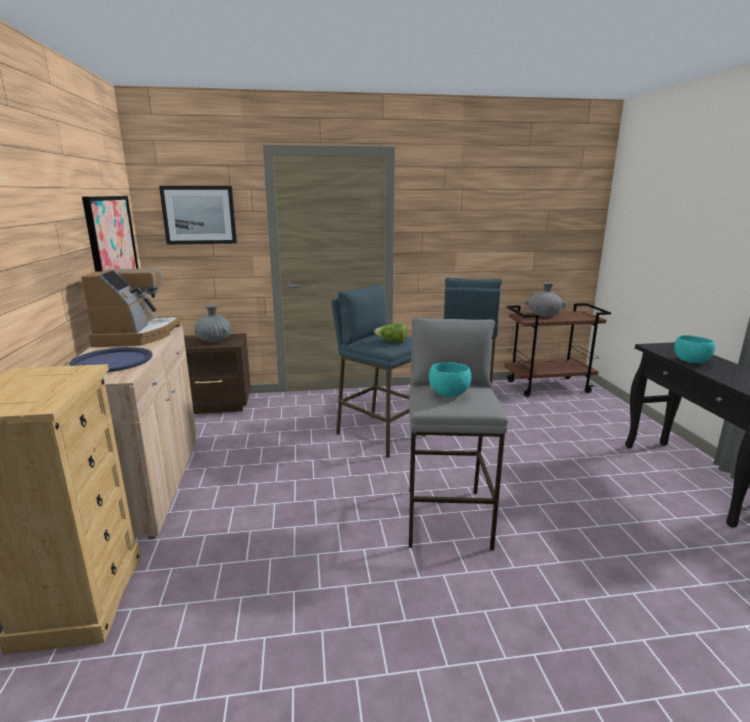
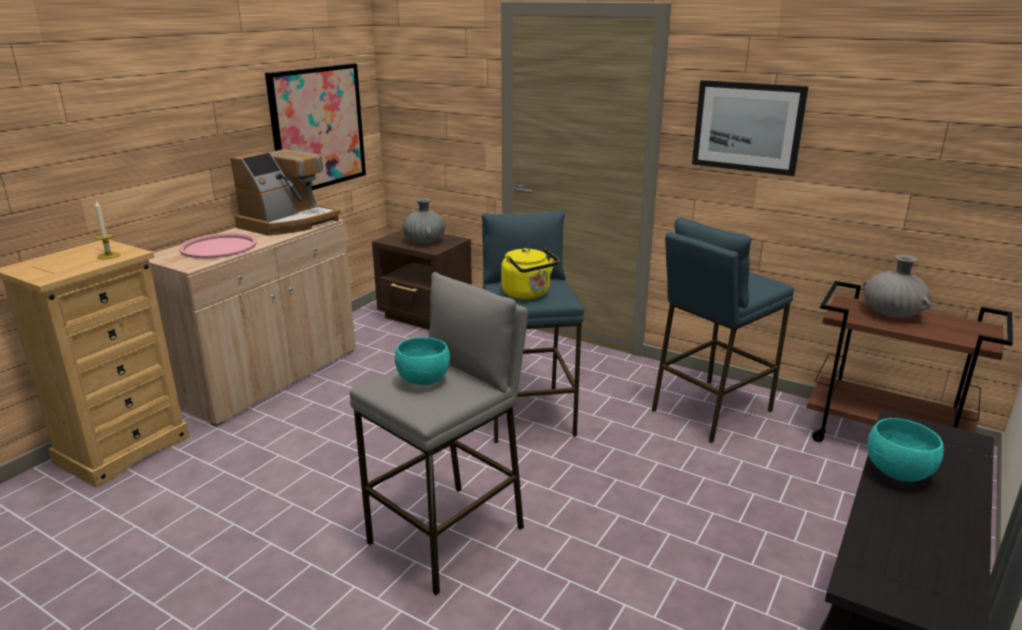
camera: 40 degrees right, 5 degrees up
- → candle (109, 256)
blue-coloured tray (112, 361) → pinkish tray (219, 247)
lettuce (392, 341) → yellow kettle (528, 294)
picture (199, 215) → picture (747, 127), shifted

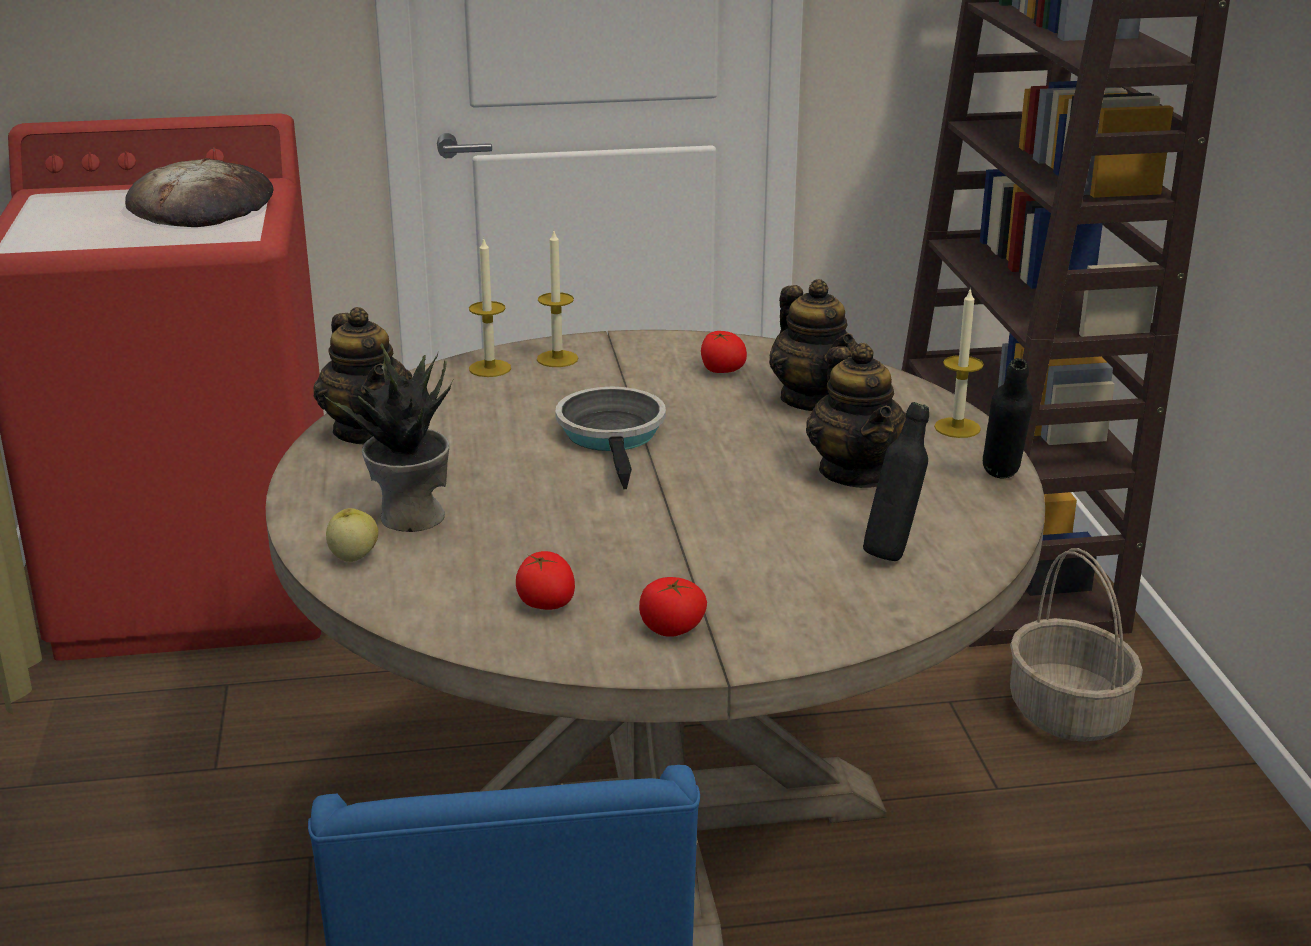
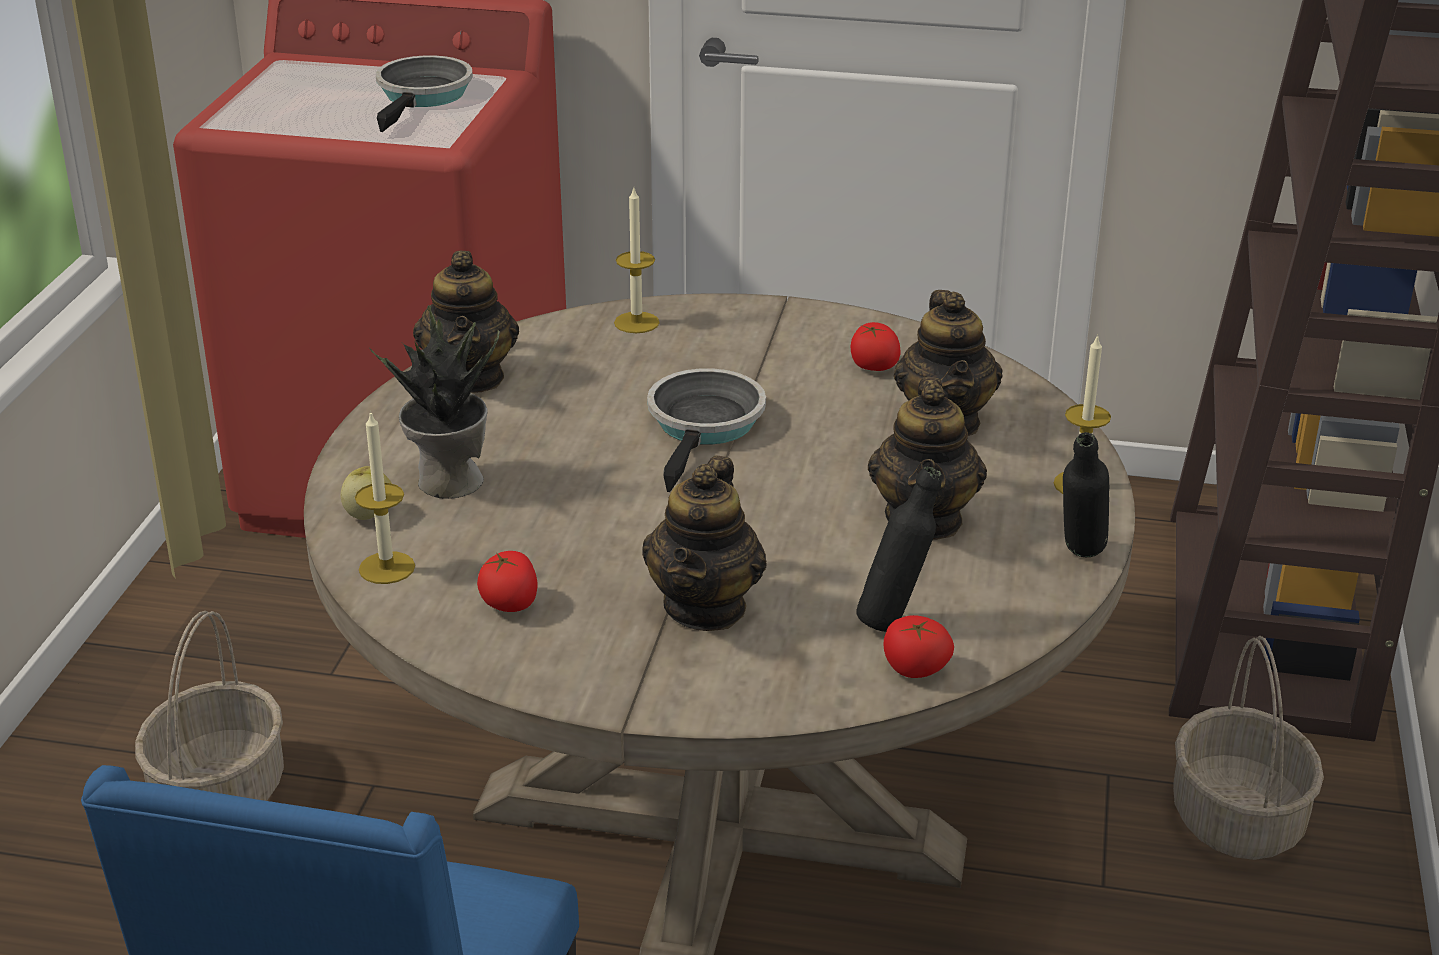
camera: 20 degrees right, 5 degrees up
- → basket (218, 791)
candle (557, 359) → candle (387, 568), shifted
baked bread (202, 206) → pan (423, 96)
- → pot for tea (706, 607)
fresh tomato (672, 629) → fresh tomato (915, 669), shifted

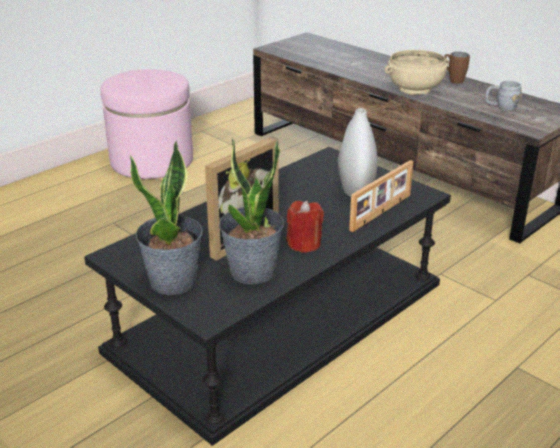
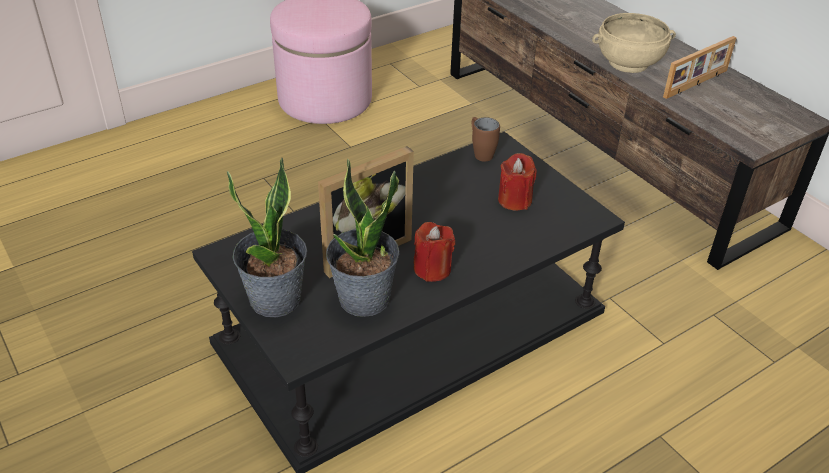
camera: 10 degrees right, 10 degrees up
brownish coffee mug (453, 80) → brownish coffee mug (480, 152), shifted
whitish vase (355, 190) → reddish candle (514, 200)
standing frame (382, 213) → standing frame (696, 84), shifted
grey coffee mug (501, 107) → -

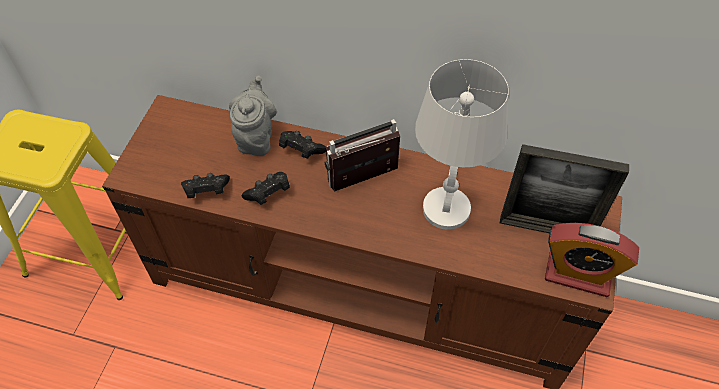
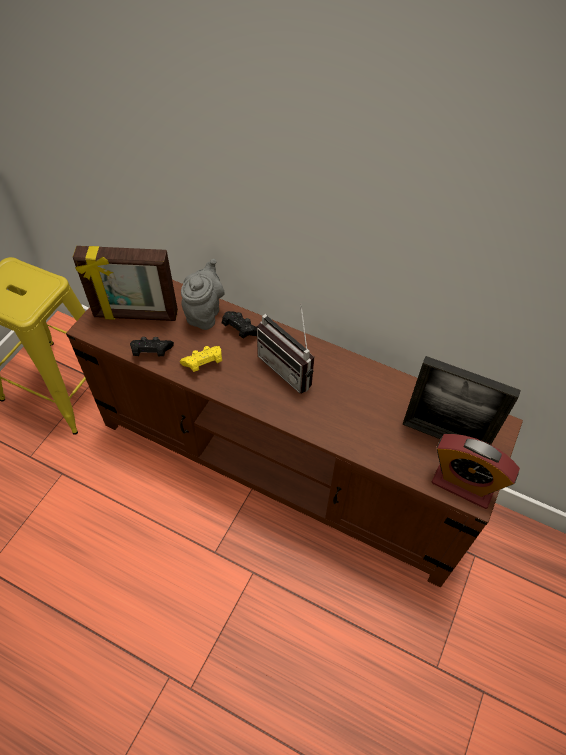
camera: 10 degrees right, 0 degrees up
- → standing frame (135, 315)
black gamepad (268, 194) → yellow gamepad (203, 363)
radio set (365, 182) → radio set (290, 367), 120 degrees counterclockwise
whitish table lamp (446, 209) → -

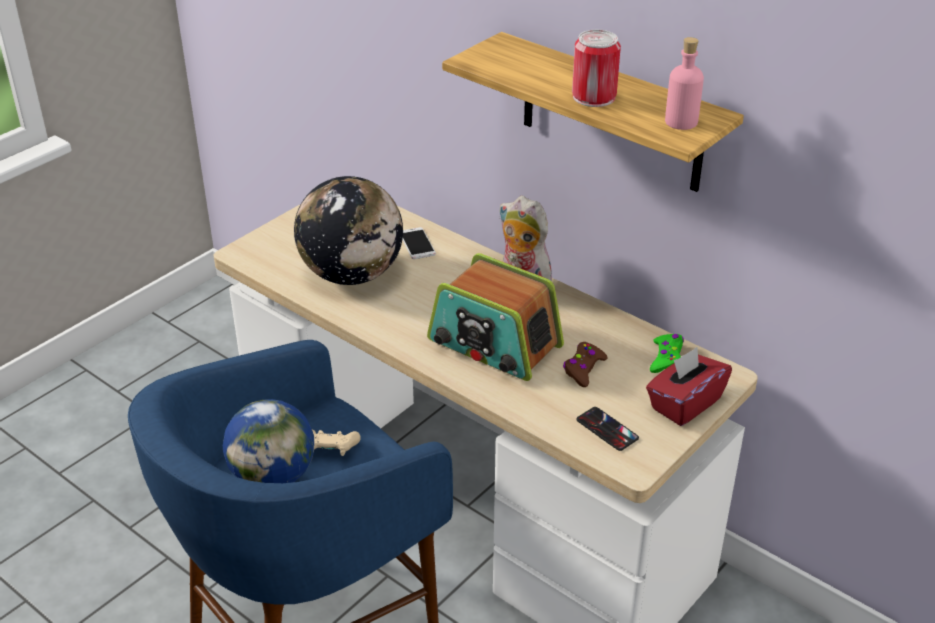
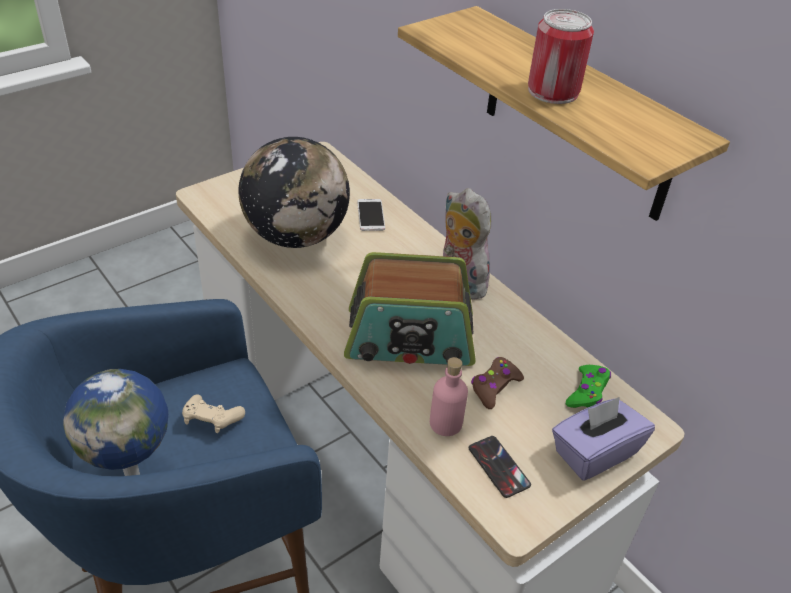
camera: 10 degrees right, 5 degrees up
radio set (494, 344) → radio set (410, 339), 45 degrees counterclockwise
pinkish beverage bottle (681, 122) → pinkish beverage bottle (445, 423), shifted
reddish tissue holder (685, 404) → purplish tissue holder (594, 452)

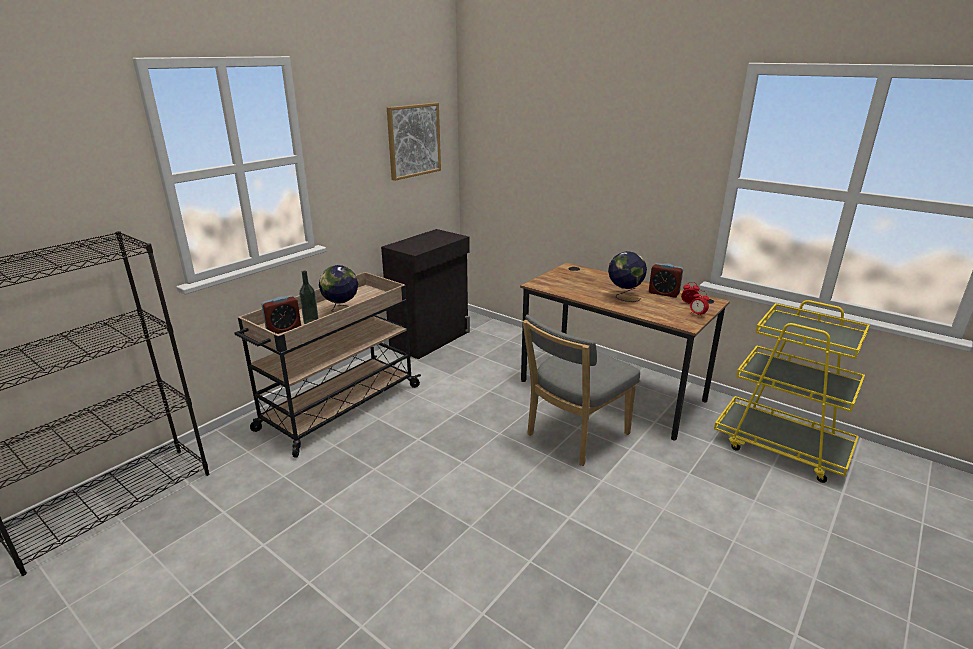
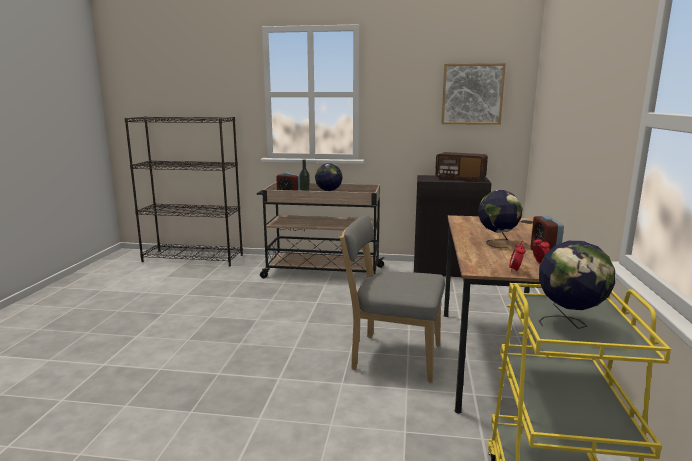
camera: 60 degrees right, 10 degrees down
- → radio set (460, 179)
- → world globe (569, 324)

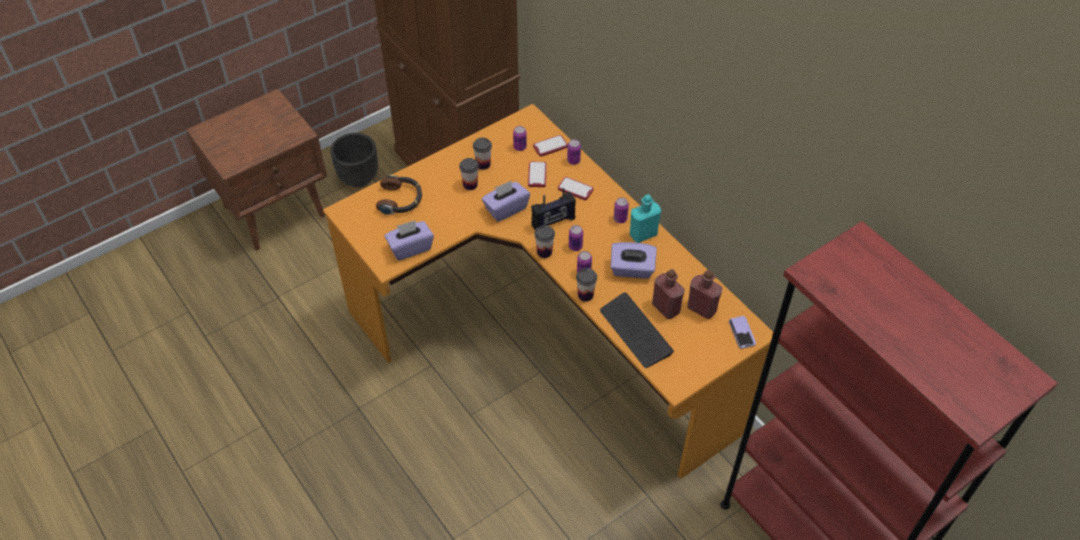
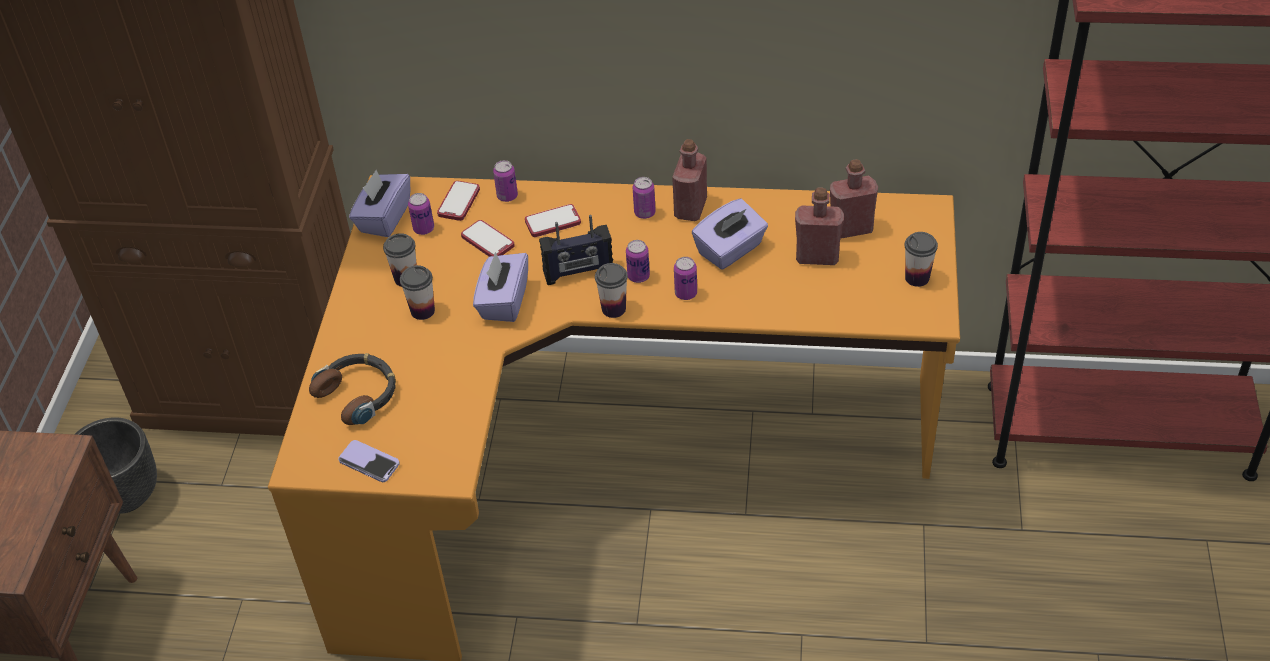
camera: 45 degrees left, 5 degrees down
phone (742, 333) → phone (369, 462), shifted
purplish tissue holder (410, 248) → purplish tissue holder (384, 218), shifted
radio set (553, 222) → radio set (578, 272), 60 degrees clockwise
turquoise beverage bottle (643, 234) → reddish beverage bottle (690, 208)
small cup (585, 295) → small cup (917, 278), shifted
computer keyboard (635, 331) → -

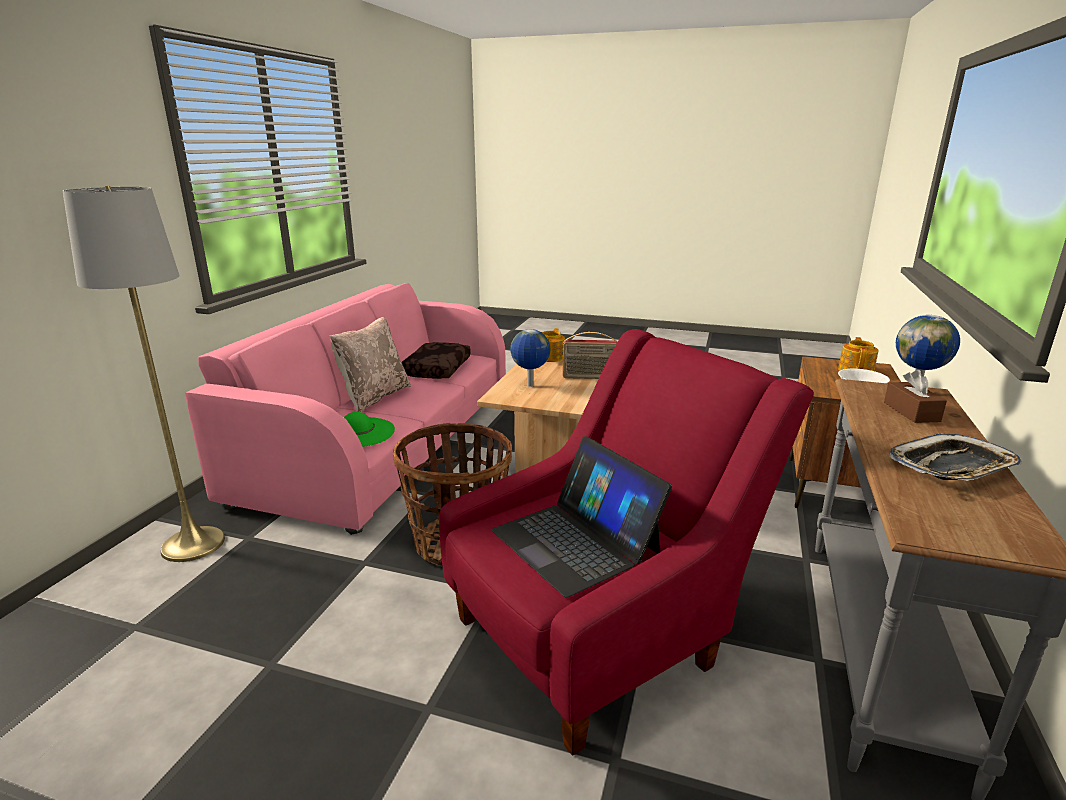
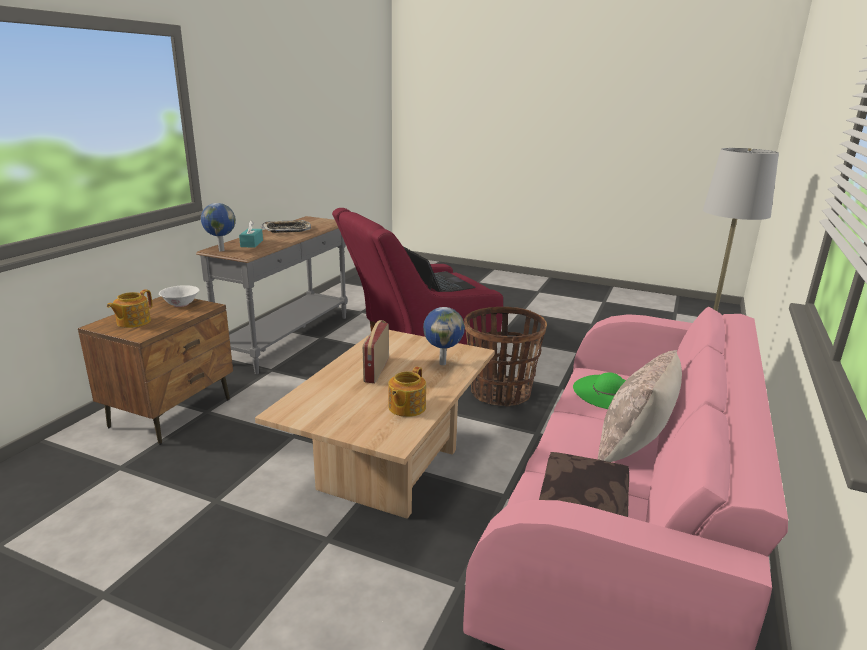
camera: 175 degrees left, 0 degrees up
brownish tissue holder (911, 412) → turquoise tissue holder (251, 243)
radio set (589, 377) → radio set (375, 370), 90 degrees counterclockwise

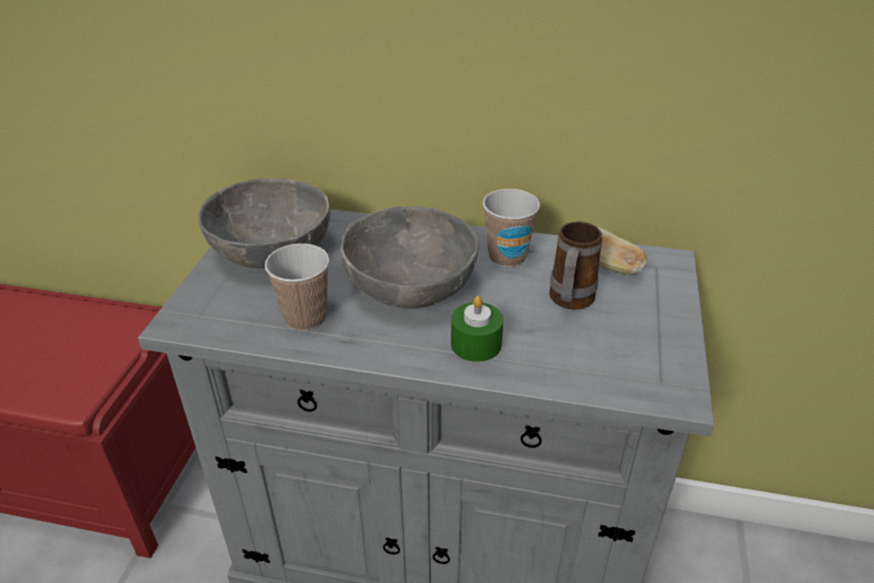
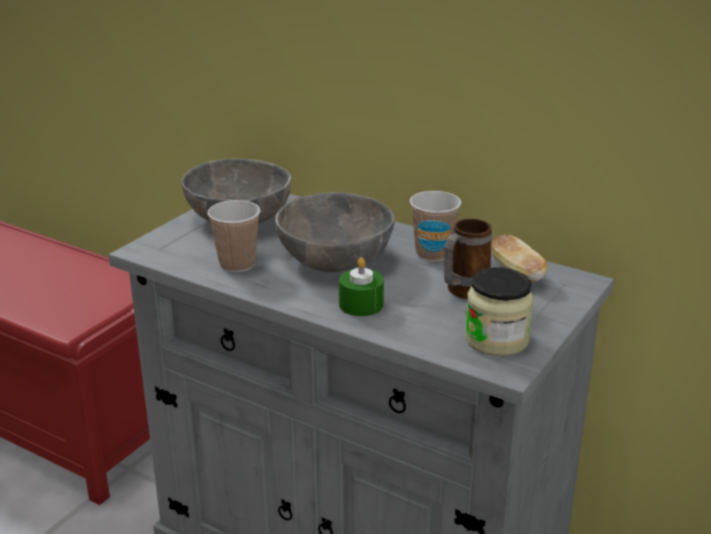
camera: 20 degrees right, 10 degrees down
- → jar (496, 339)

